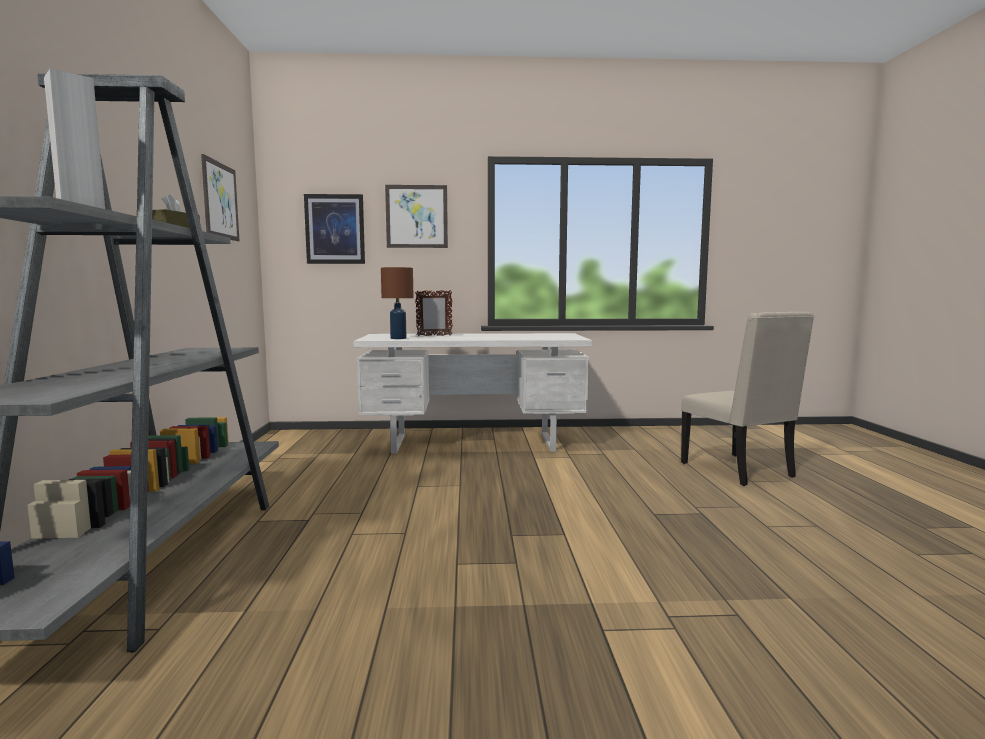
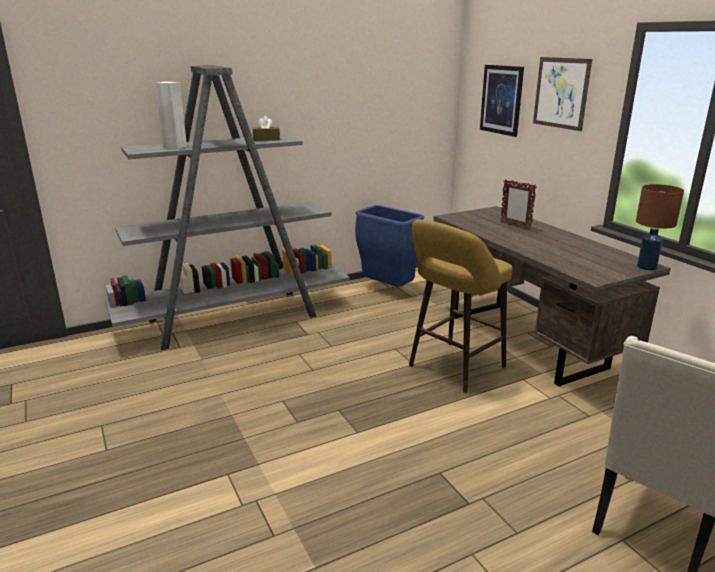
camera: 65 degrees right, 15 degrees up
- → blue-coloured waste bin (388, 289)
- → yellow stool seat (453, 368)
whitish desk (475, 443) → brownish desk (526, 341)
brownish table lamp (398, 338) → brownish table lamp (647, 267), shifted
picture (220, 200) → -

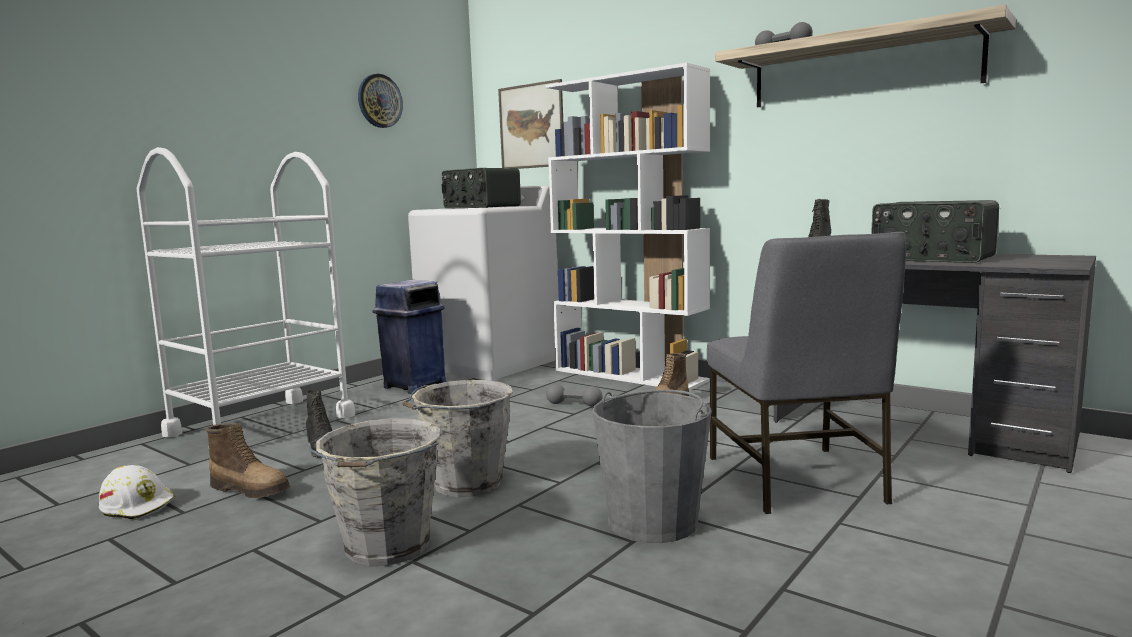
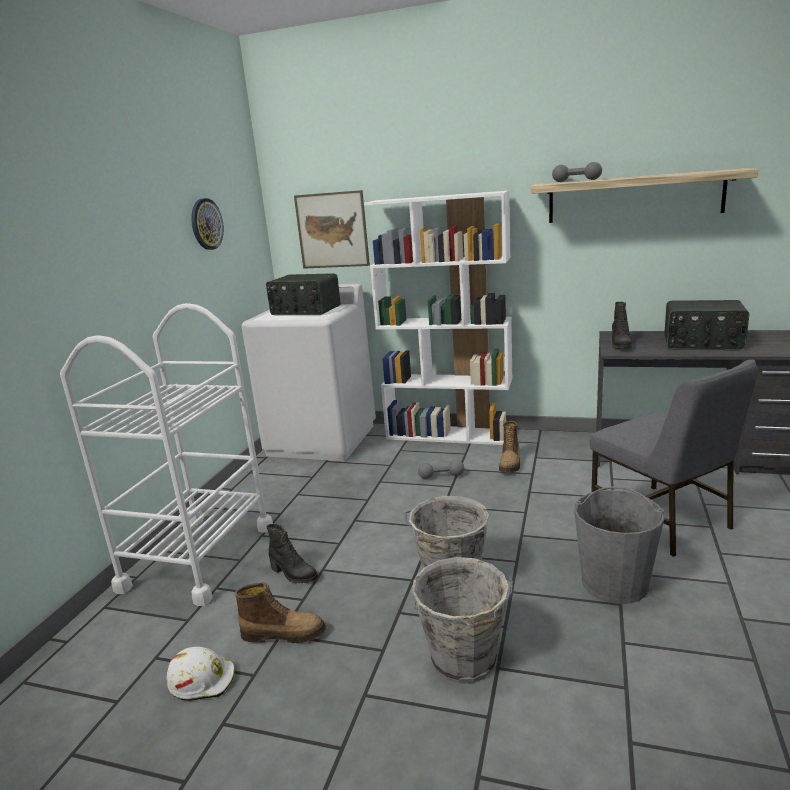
camera: 20 degrees left, 10 degrees up
blue-coloured waste bin (414, 386) → -

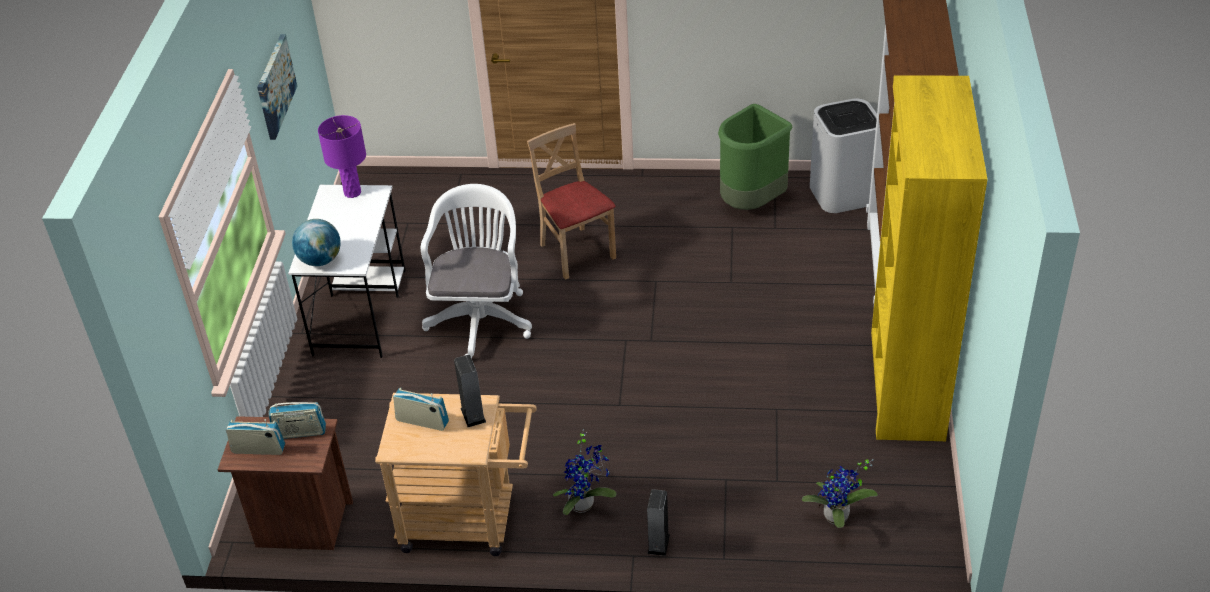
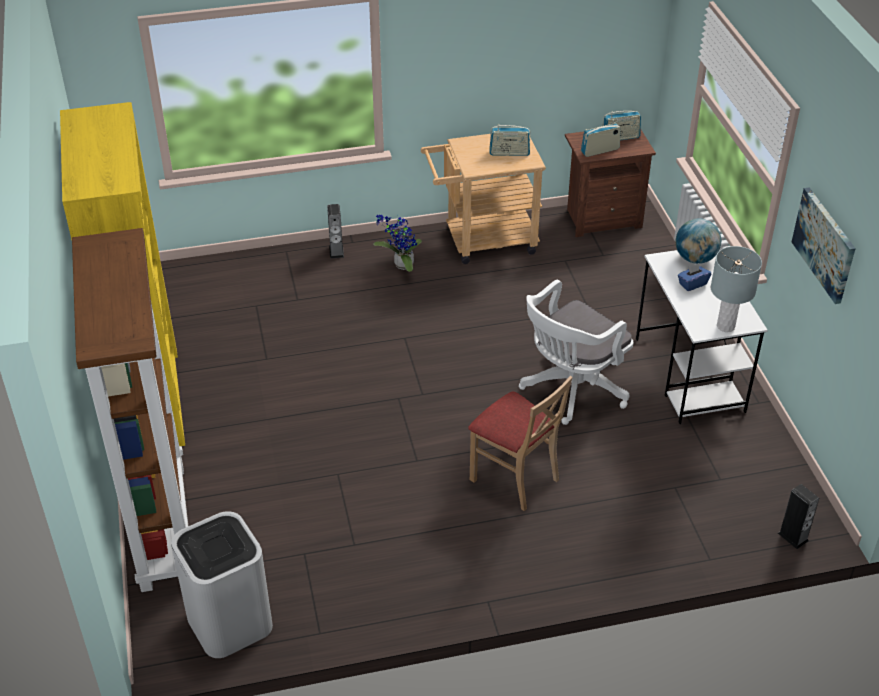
camera: 160 degrees right, 0 degrees up
whitish computer chair (481, 318) → whitish computer chair (570, 390), 60 degrees clockwise
- → blue-coloured tissue holder (692, 284)
purplish table lamp (352, 192) → grey table lamp (726, 326)
audio speaker (473, 415) → audio speaker (793, 537), shifted
greenish waste bin (751, 203) → -
plant in a pot (837, 519) → -

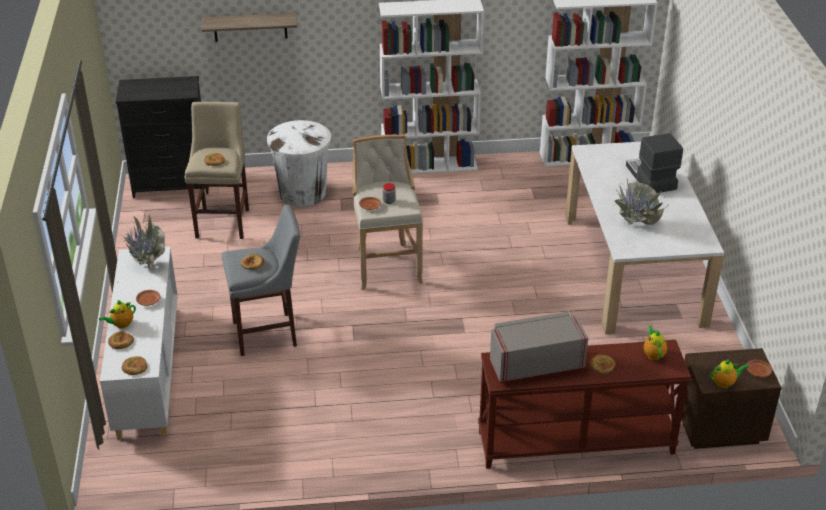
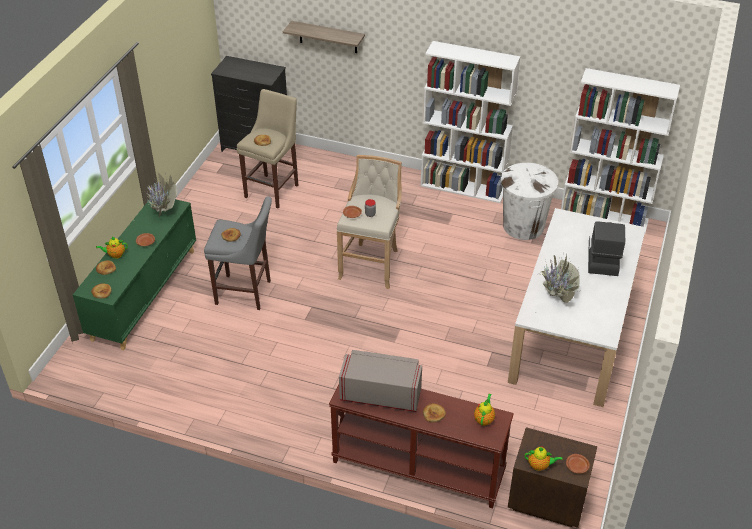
camera: 25 degrees right, 5 degrees up
whitish cupboard (148, 370) → greenish cupboard (144, 294)
whitish waste bin (302, 193) → whitish waste bin (523, 226), shifted

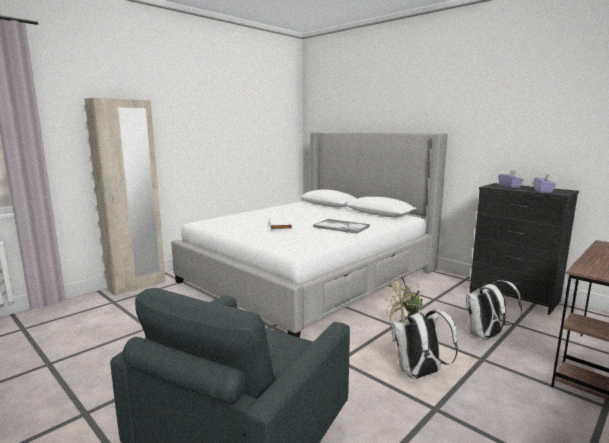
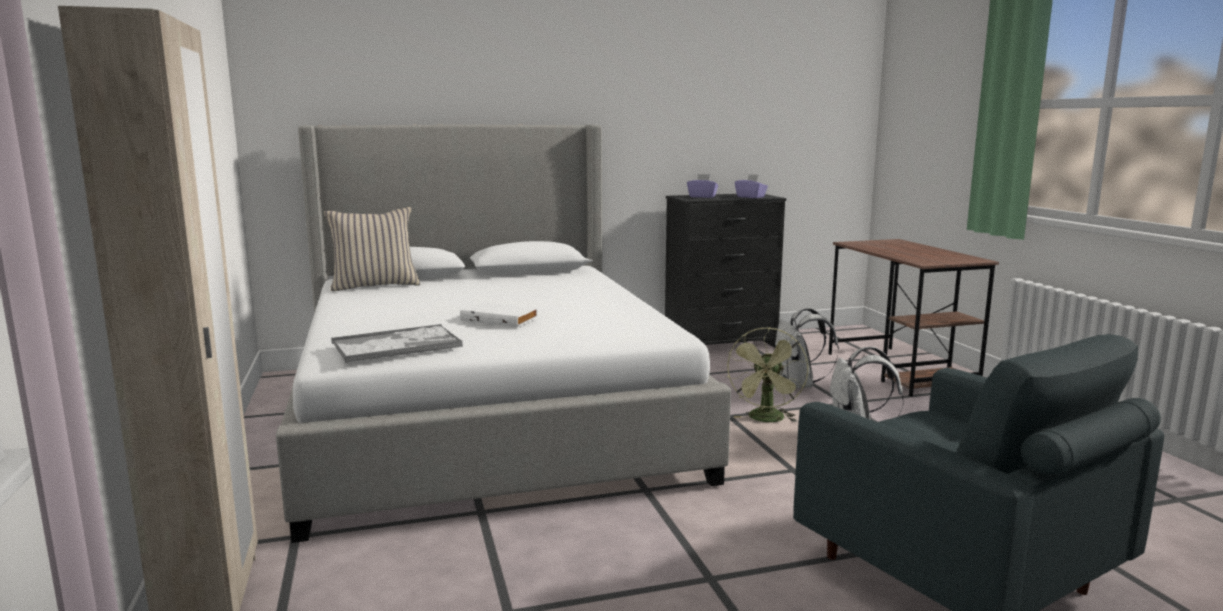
camera: 60 degrees left, 0 degrees up
- → beige-coloured pillow (374, 286)
tray (341, 227) → tray (398, 345), shifted

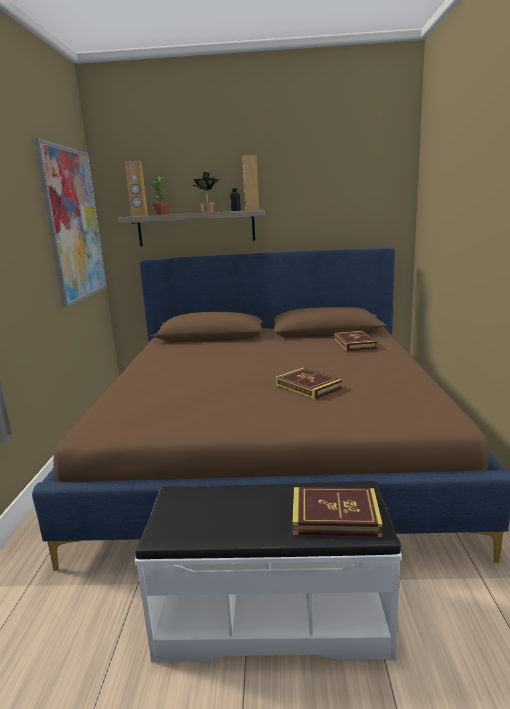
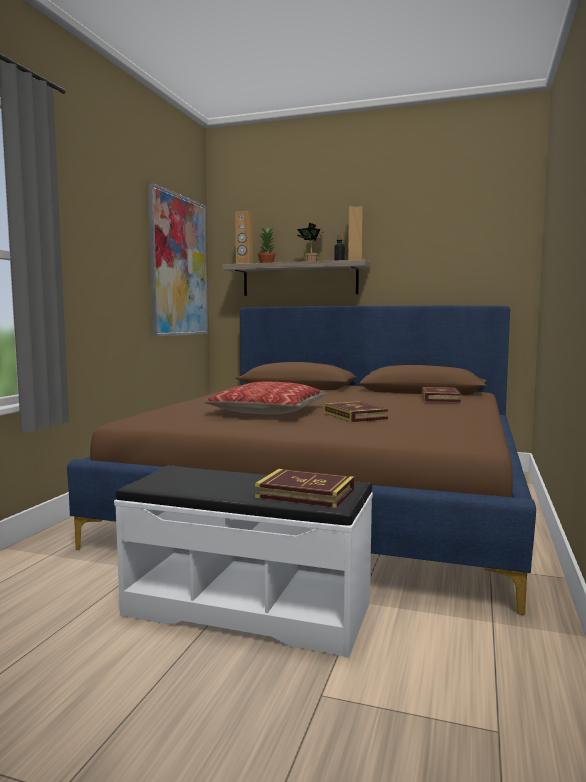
camera: 15 degrees right, 10 degrees down
- → pillow (268, 411)

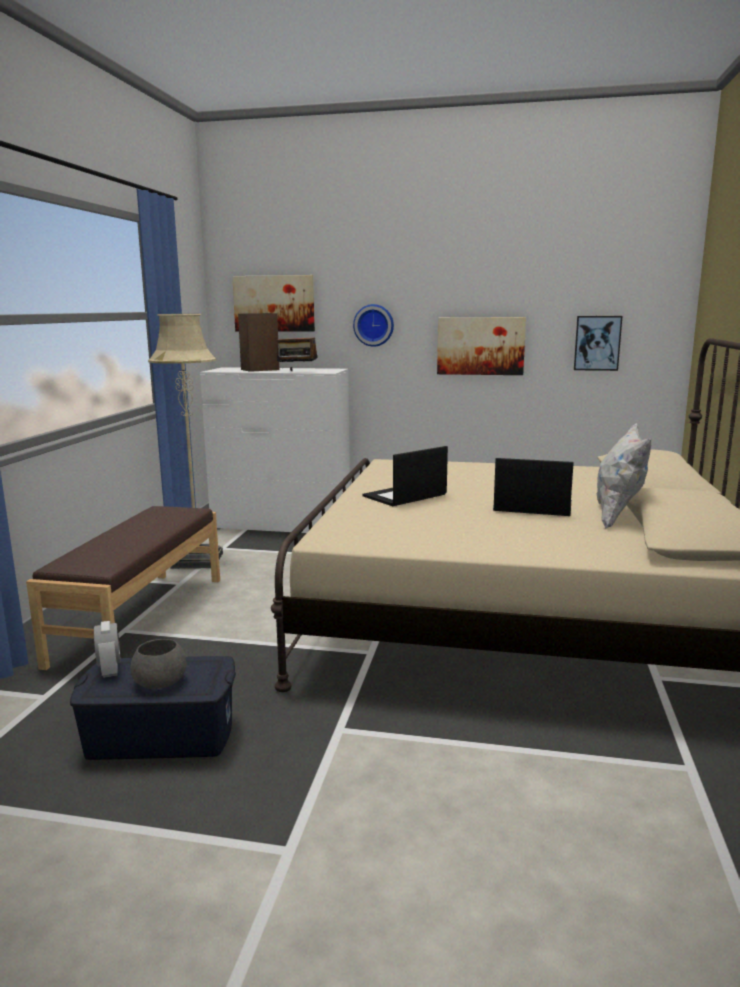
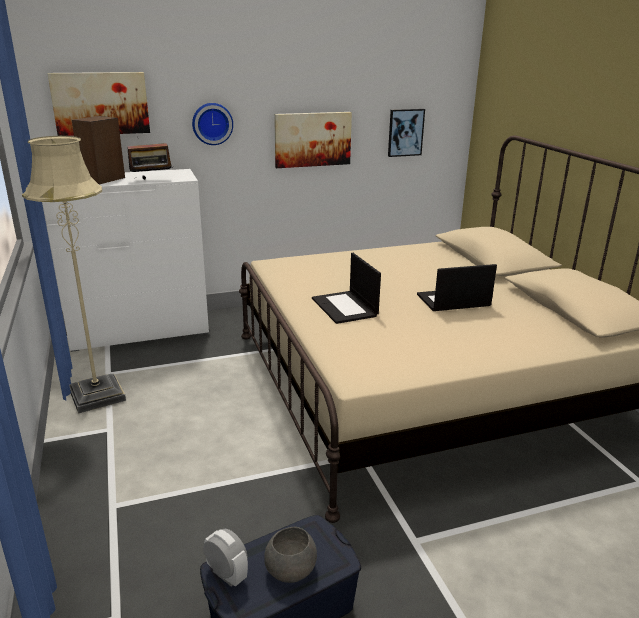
camera: 30 degrees left, 10 degrees up
portable computer (404, 496) → portable computer (345, 307), 45 degrees counterclockwise
brownish bench (140, 618) → -
whitish pillow (618, 516) → -

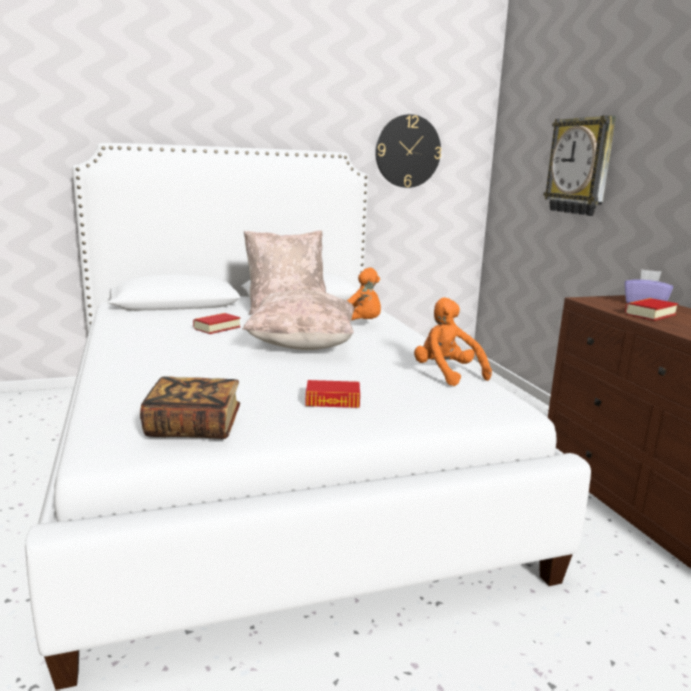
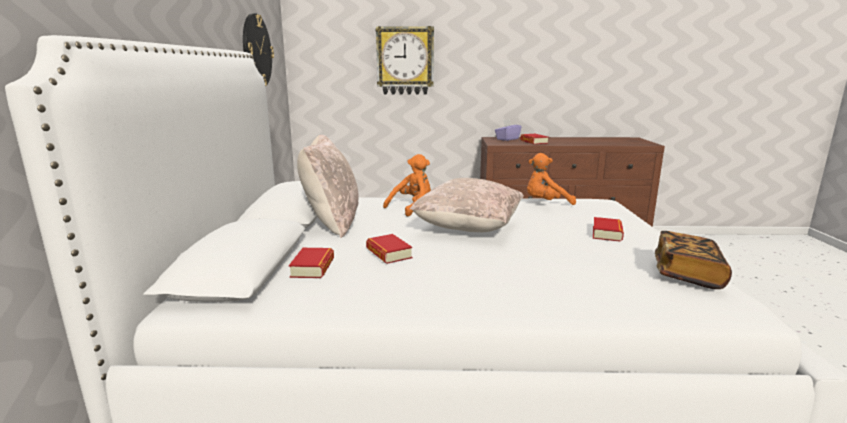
camera: 70 degrees left, 0 degrees up
- → book (313, 268)

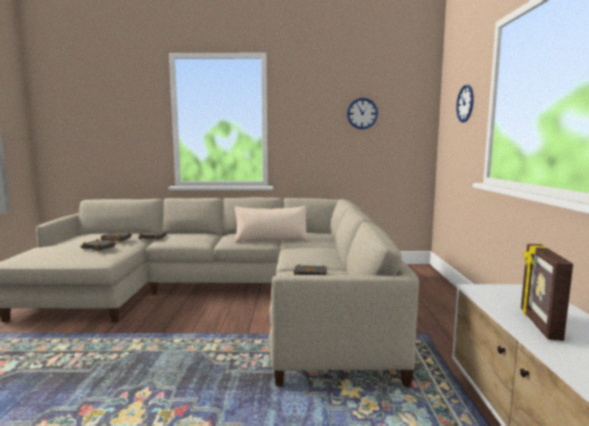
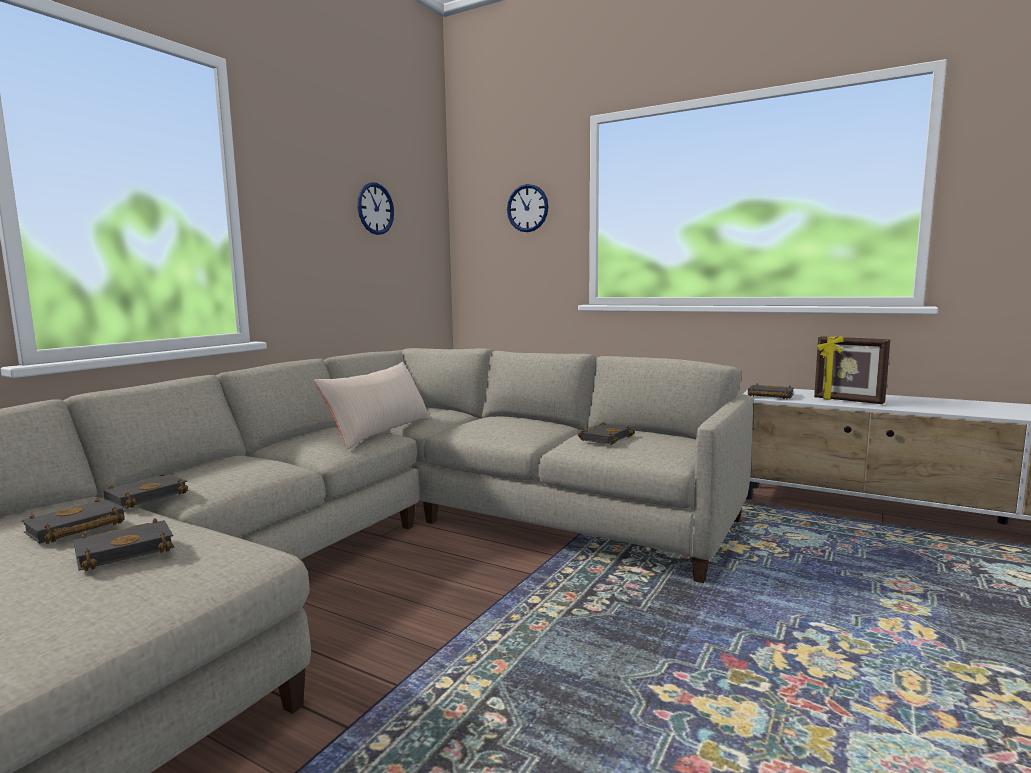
camera: 60 degrees left, 0 degrees up
- → black book (769, 396)

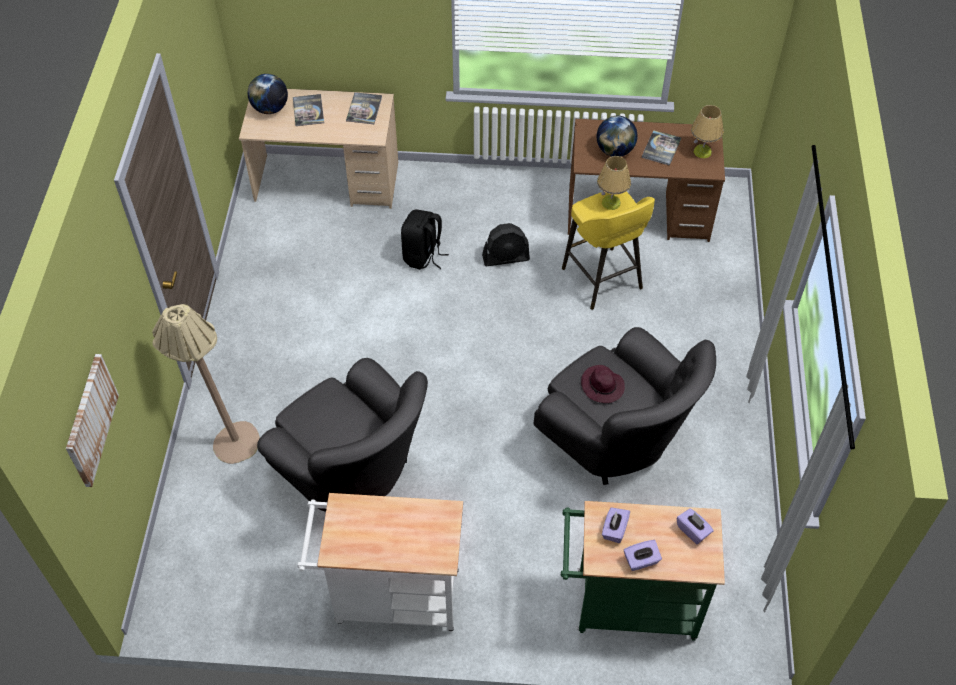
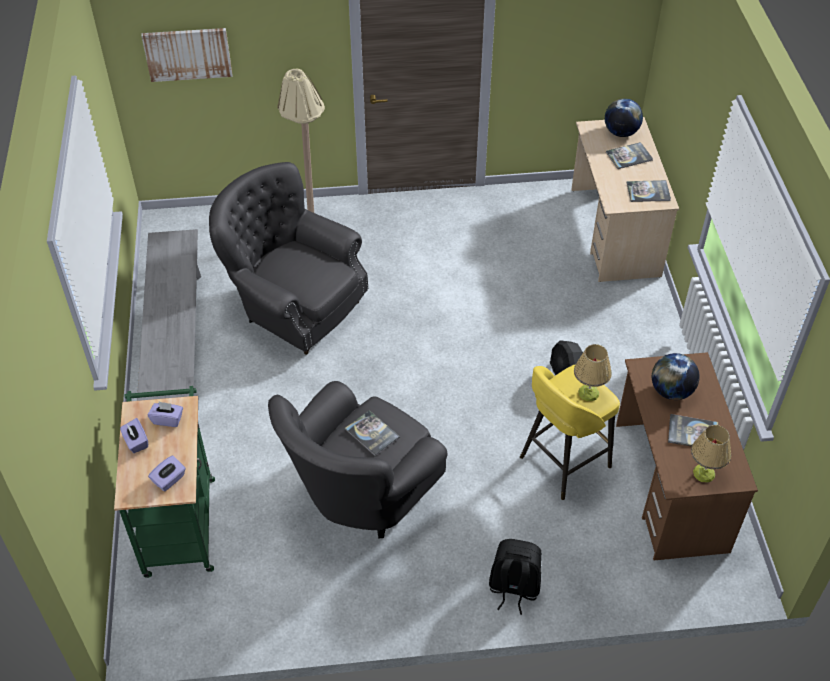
camera: 80 degrees right, 5 degrees down
whitish wheeled cart (389, 597) → grey bench (178, 350)
grey armchair (352, 472) → grey armchair (295, 306), 90 degrees clockwise
purplish clothing hat (603, 386) → book (372, 433)
black knapsack (423, 256) → black knapsack (513, 588), shifted

